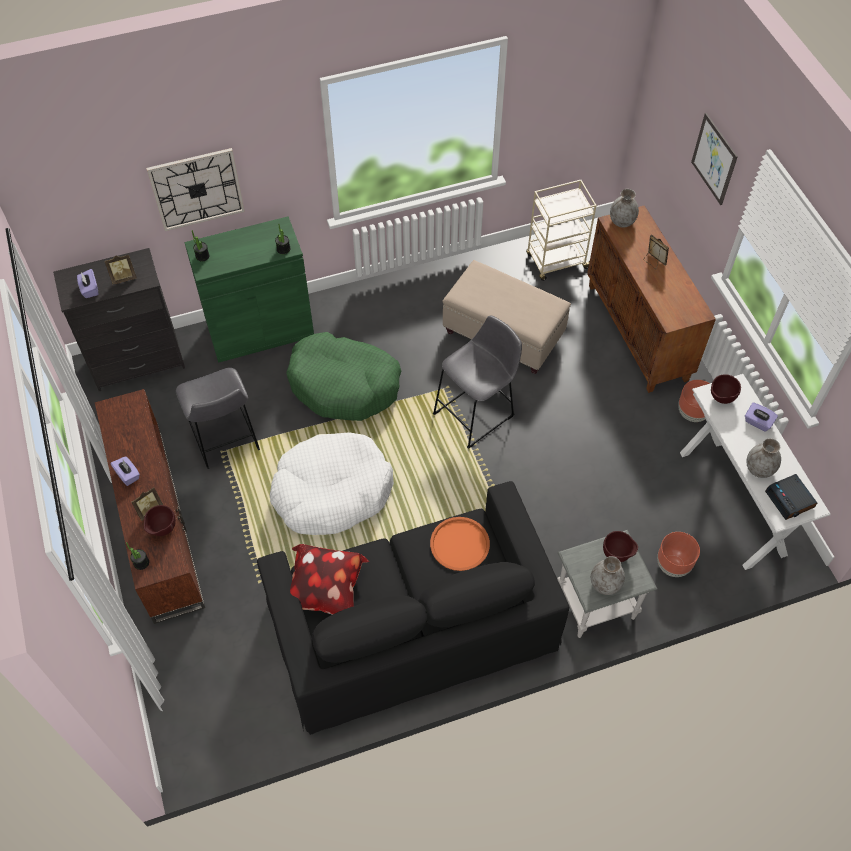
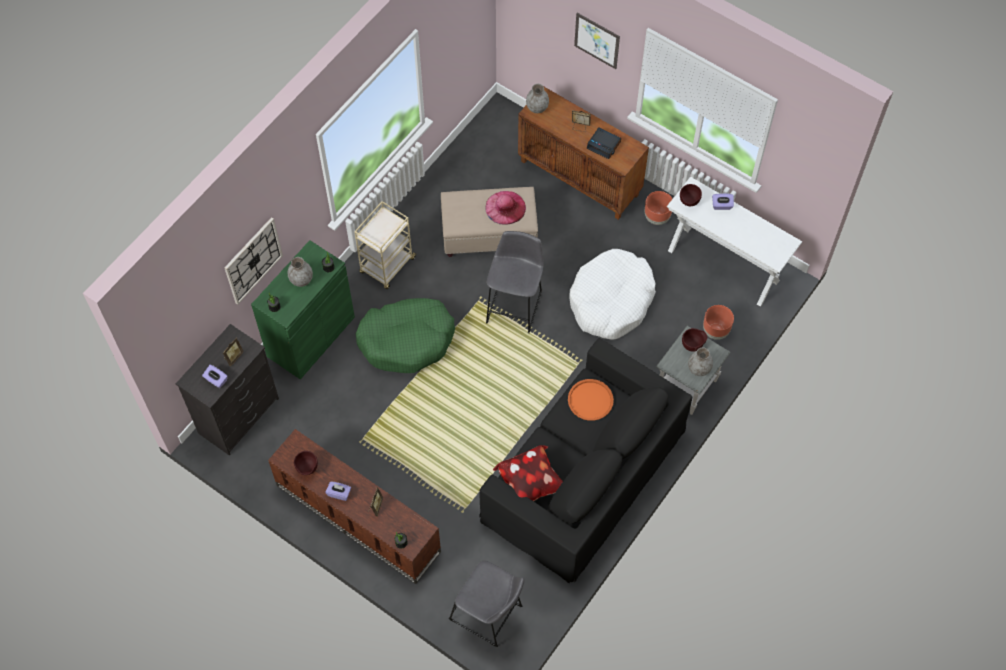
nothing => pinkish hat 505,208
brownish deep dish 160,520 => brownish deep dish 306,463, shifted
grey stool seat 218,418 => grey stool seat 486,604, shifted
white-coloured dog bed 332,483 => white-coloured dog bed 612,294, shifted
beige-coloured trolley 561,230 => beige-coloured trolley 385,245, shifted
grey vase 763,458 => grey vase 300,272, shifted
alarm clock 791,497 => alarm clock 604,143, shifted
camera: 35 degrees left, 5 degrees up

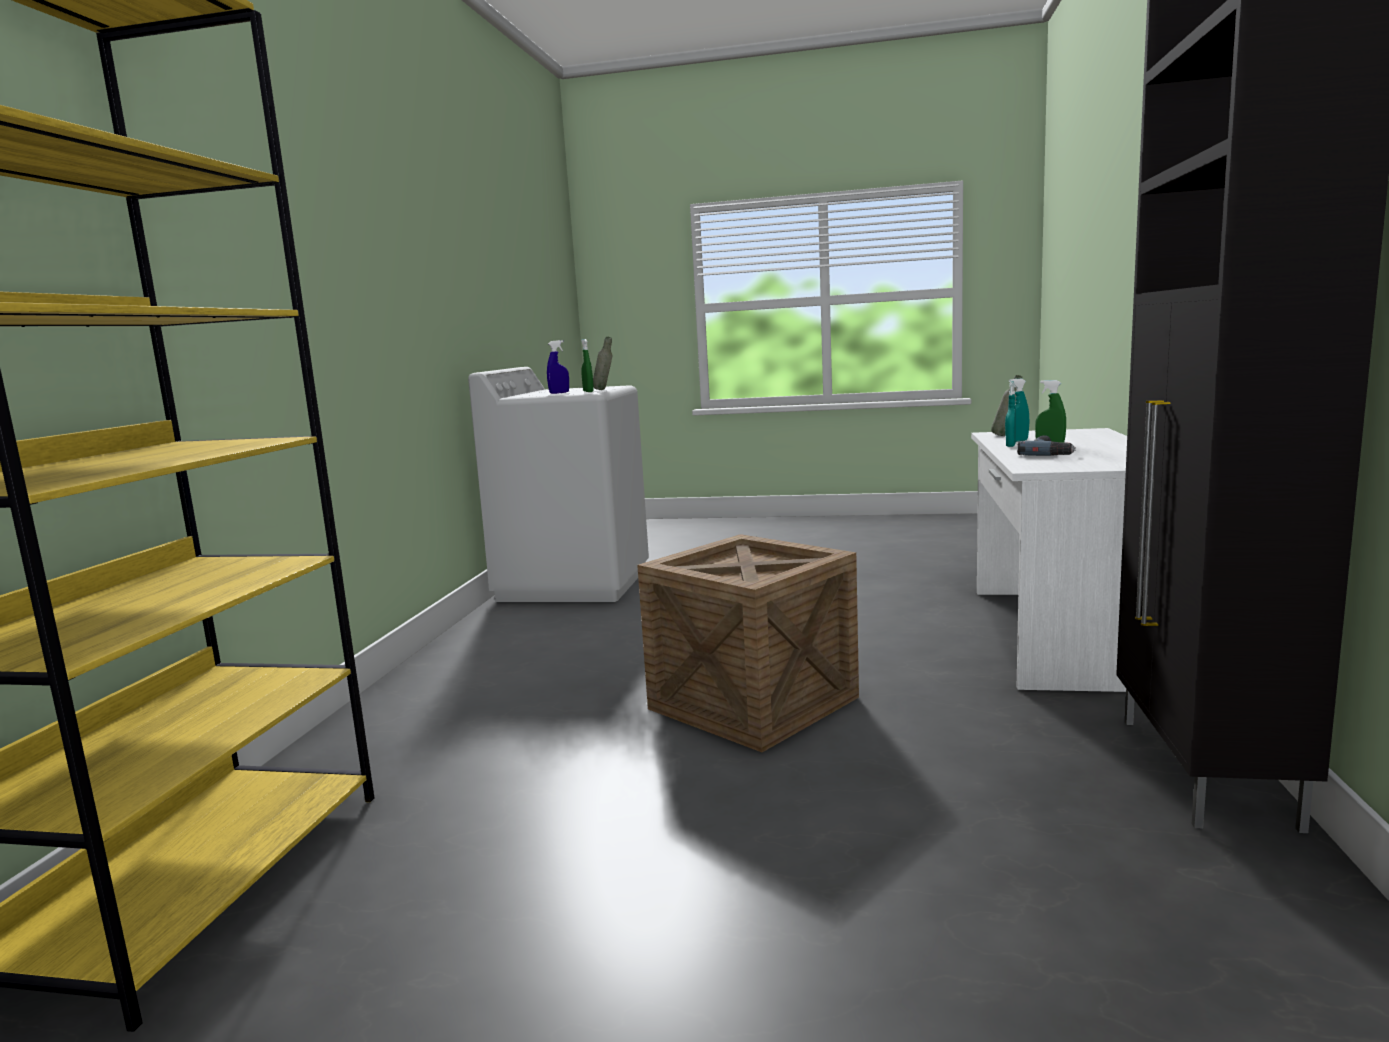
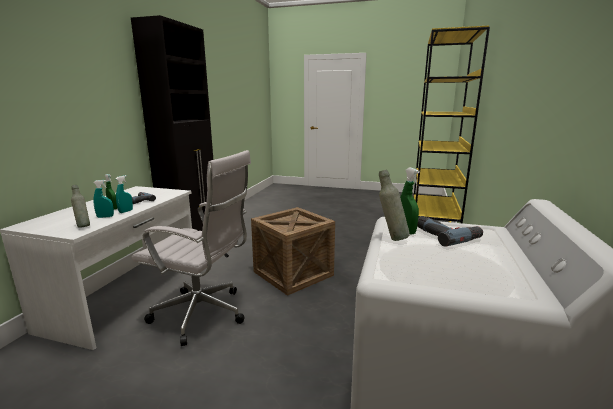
nothing => white-coloured desk chair 191,248
blue-coloured hand sprayer 558,367 => drill 450,231
camera: 175 degrees left, 5 degrees up

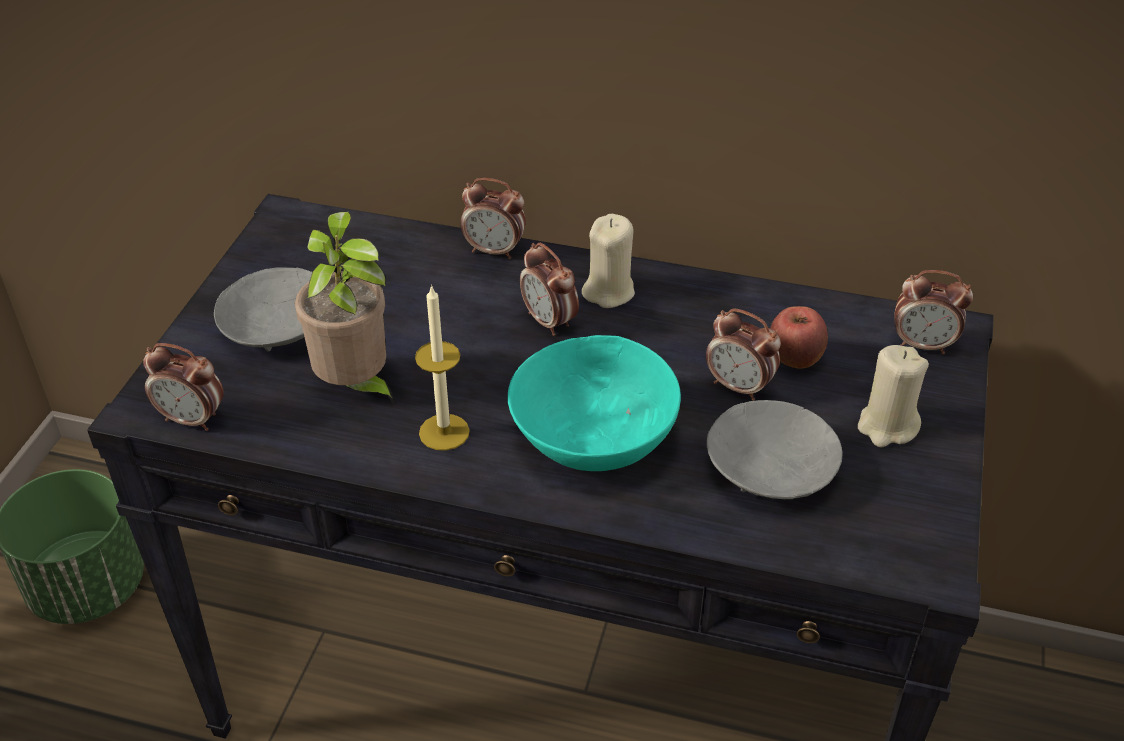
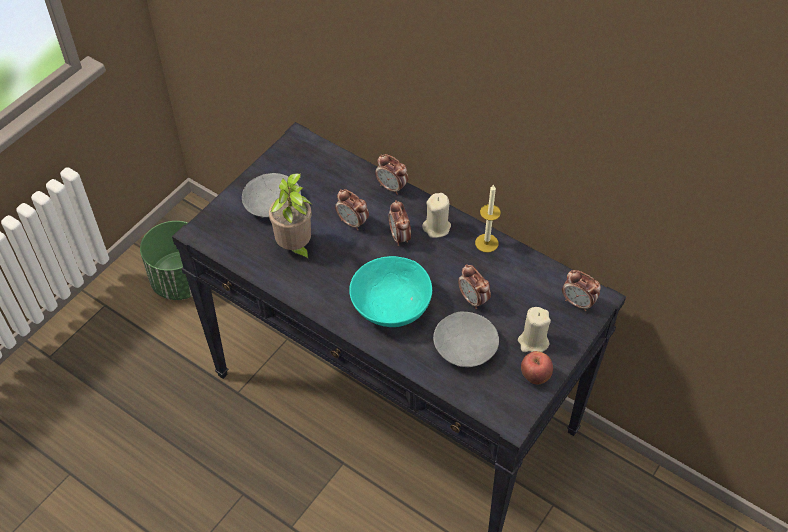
alarm clock 183,387 => alarm clock 352,209, shifted
wax candle 442,367 => wax candle 488,218, shifted
whole apple 799,337 => whole apple 537,367, shifted
camera: 20 degrees right, 10 degrees up

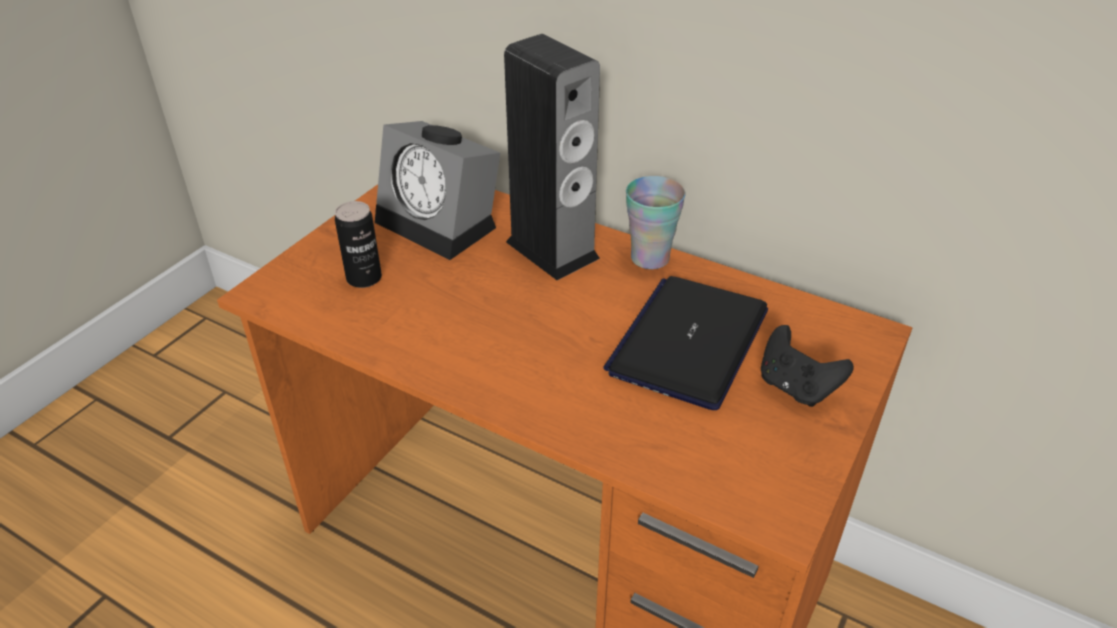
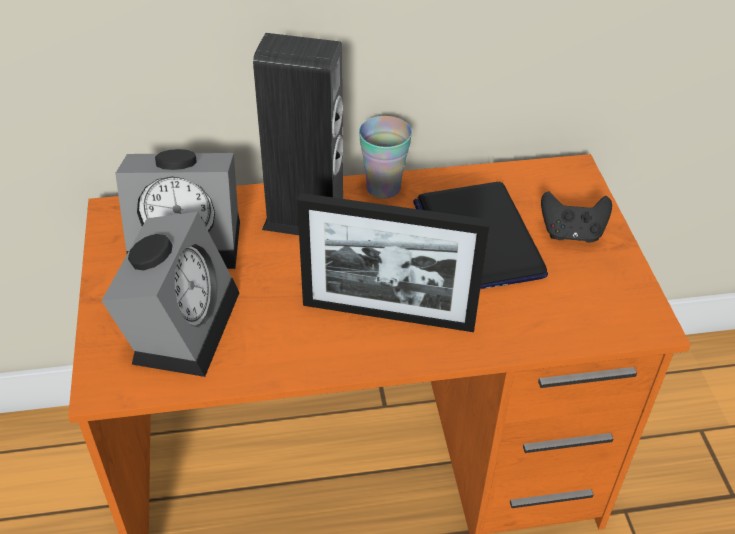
nothing => photo frame 393,262
can 358,244 => alarm clock 171,294
camera: 40 degrees left, 5 degrees up

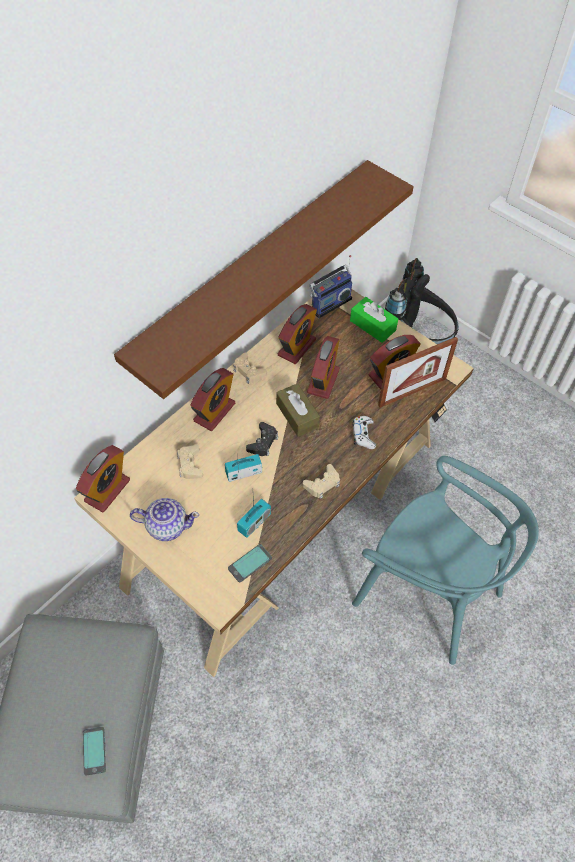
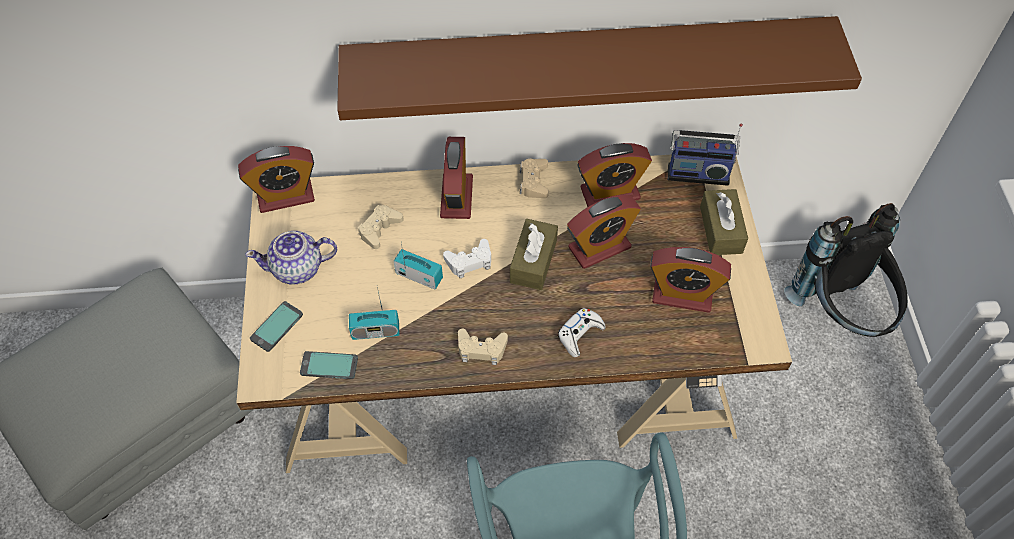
photo frame 418,372 => nothing
handset 94,751 => handset 276,326, shifted
blackish game controller 262,439 => white-coloured game controller 467,258
green box of tissues 374,320 => brownish box of tissues 724,222
teapot 164,519 => teapot 291,257, 120 degrees clockwise
alarm clock 212,399 => alarm clock 456,178, 105 degrees clockwise
camera: 45 degrees right, 0 degrees up

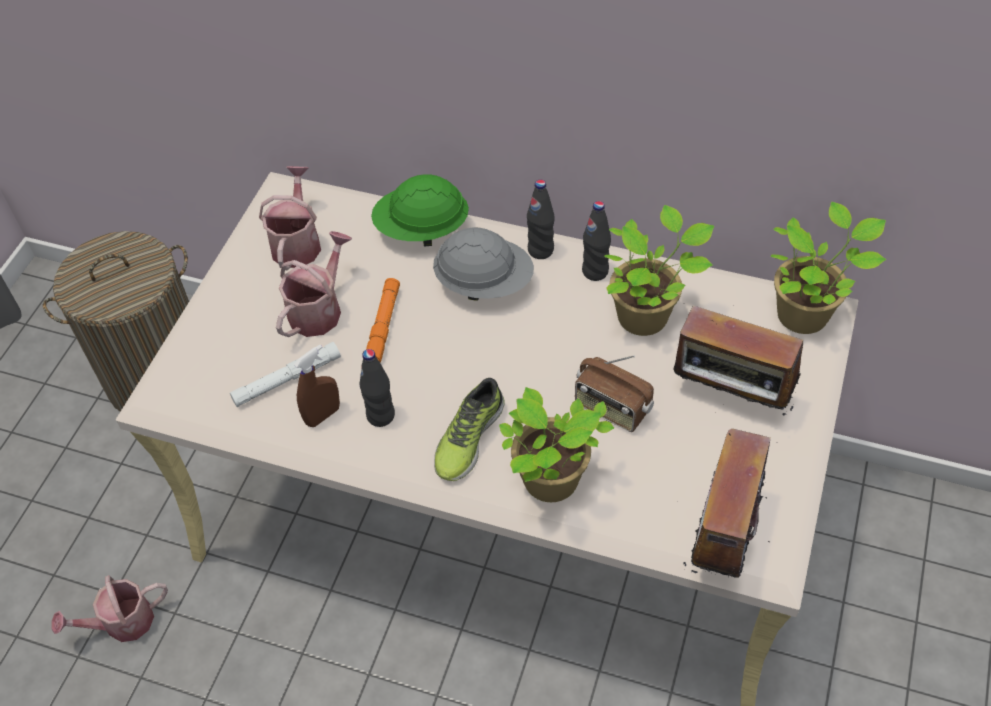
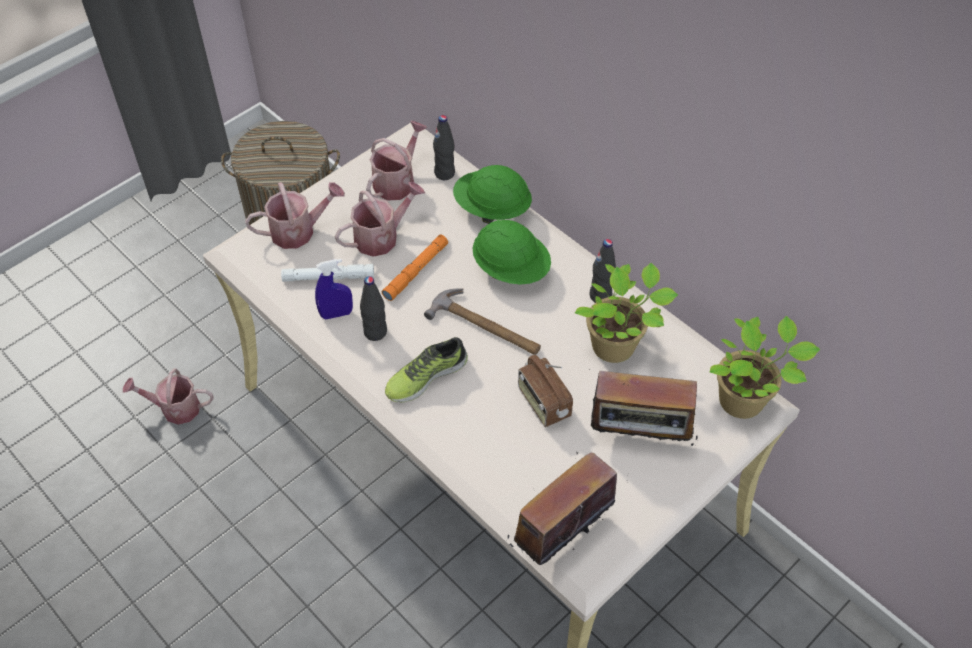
potted plant 556,444 => nothing
nothing => sprinkling can 295,215
nothing => hand hammer 482,321
blackish bottle 540,219 => blackish bottle 444,147, shifted
brownish hand sprayer 317,385 => blue-coloured hand sprayer 334,289
grey safety helmet 483,264 => green safety helmet 512,252
radio 738,361 => radio 644,408, 45 degrees counterclockwise
camera: 25 degrees right, 0 degrees up

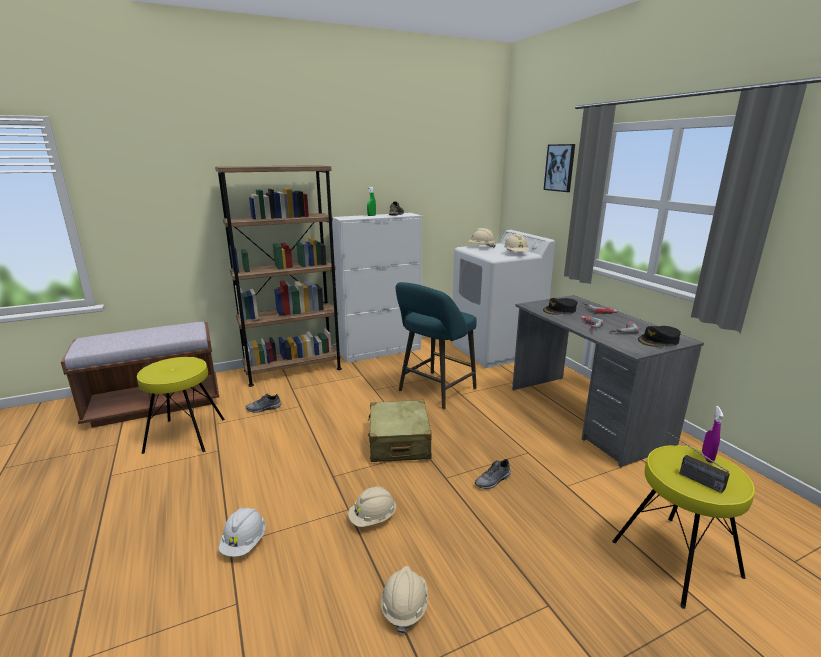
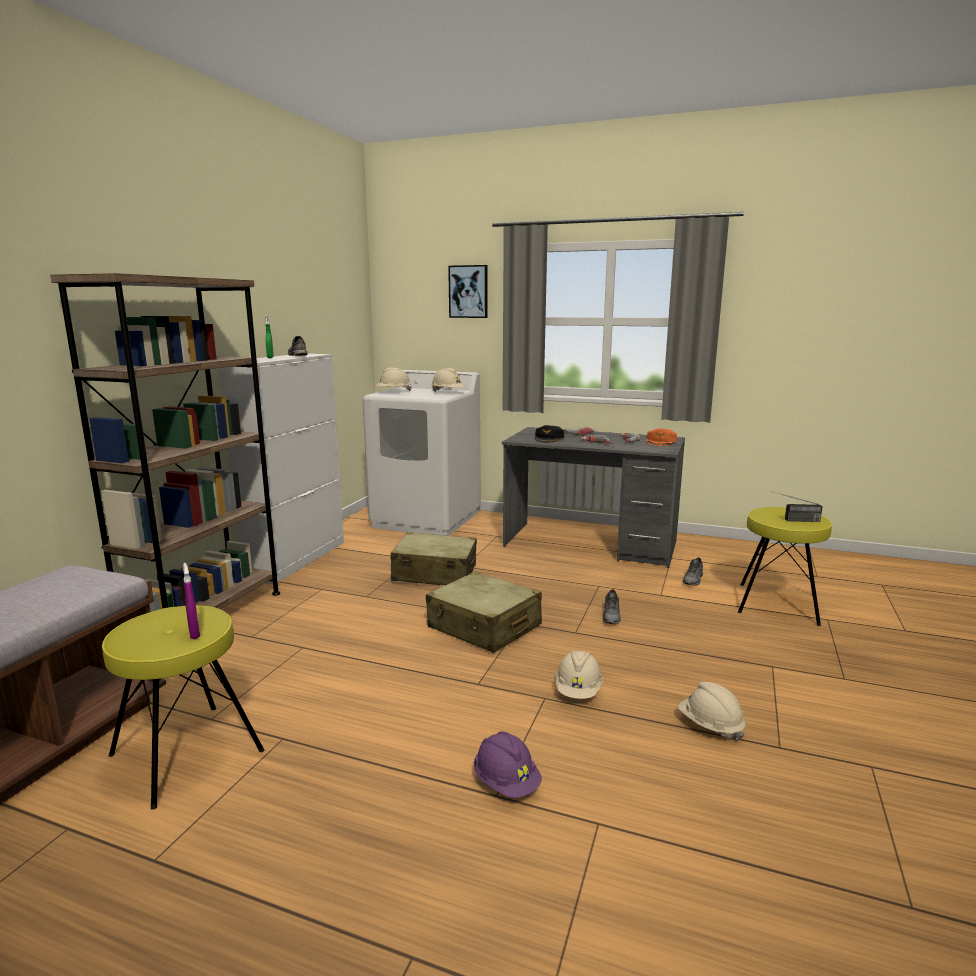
grey low shoe 264,403 => grey low shoe 693,572, shifted
purple-coloured hand sprayer 713,434 => purple-coloured hand sprayer 191,601, shifted
blue-green stool seat 436,345 => beige-coloured suitcase 434,558
white-coloured safety helmet 242,532 => purple-coloured safety helmet 508,764
blackish cap 659,336 => orange-coloured cap 661,437
camera: 45 degrees left, 5 degrees down

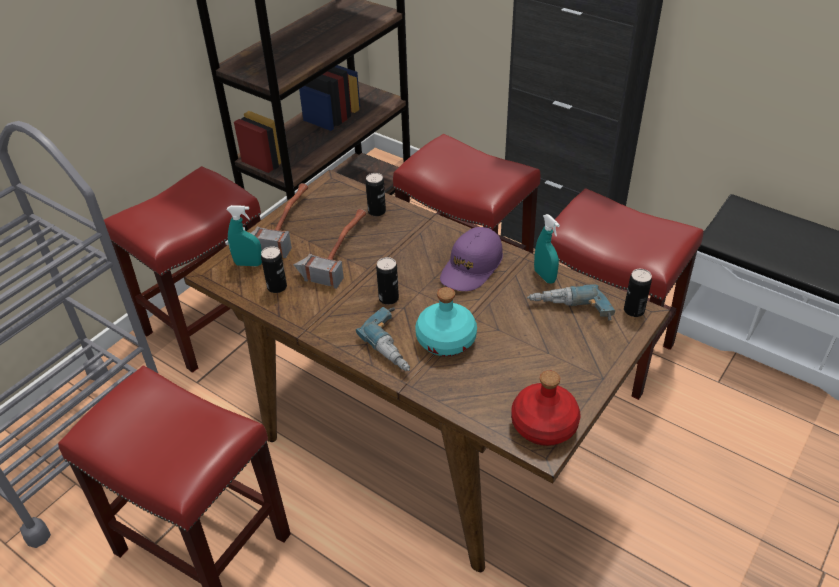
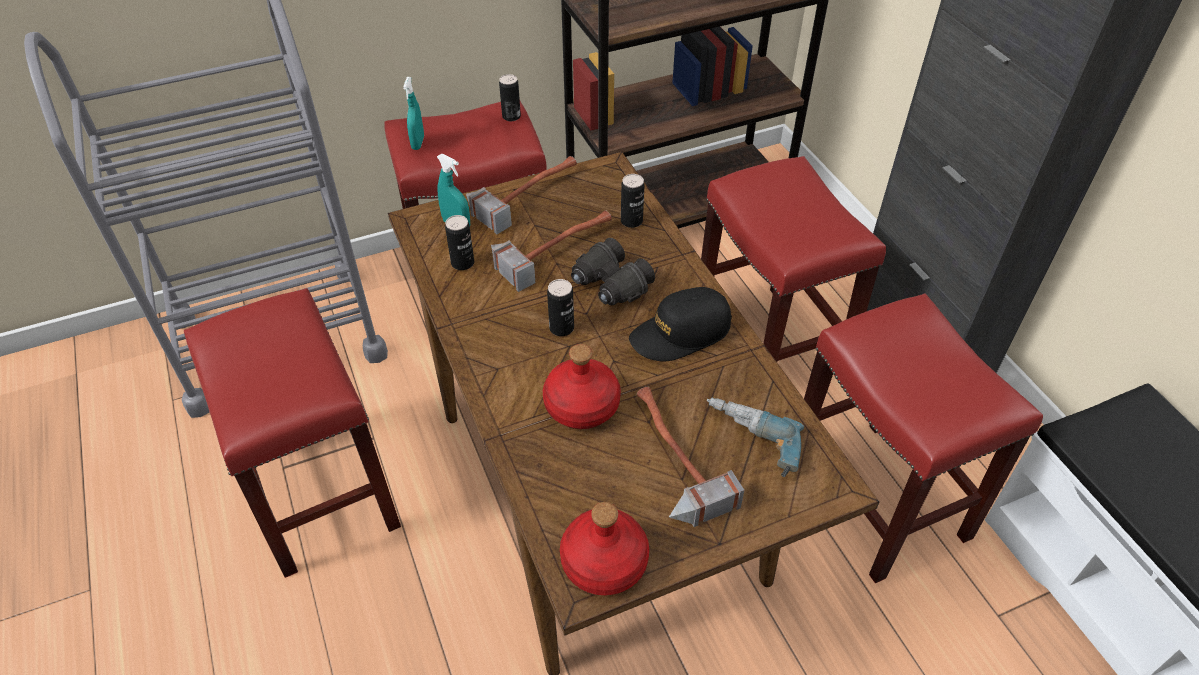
drill 383,339 => nothing
nothing => blackish pair of binoculars 613,271
nothing => hand hammer 690,457
blue-green hand sprayer 547,249 => blue-green hand sprayer 413,113, shifted
can 638,293 => can 510,97, shifted
blue-green bottle 446,321 => red-coloured bottle 582,386
purple-coloured cap 471,259 => blackish cap 680,324
camera: 30 degrees right, 5 degrees up

